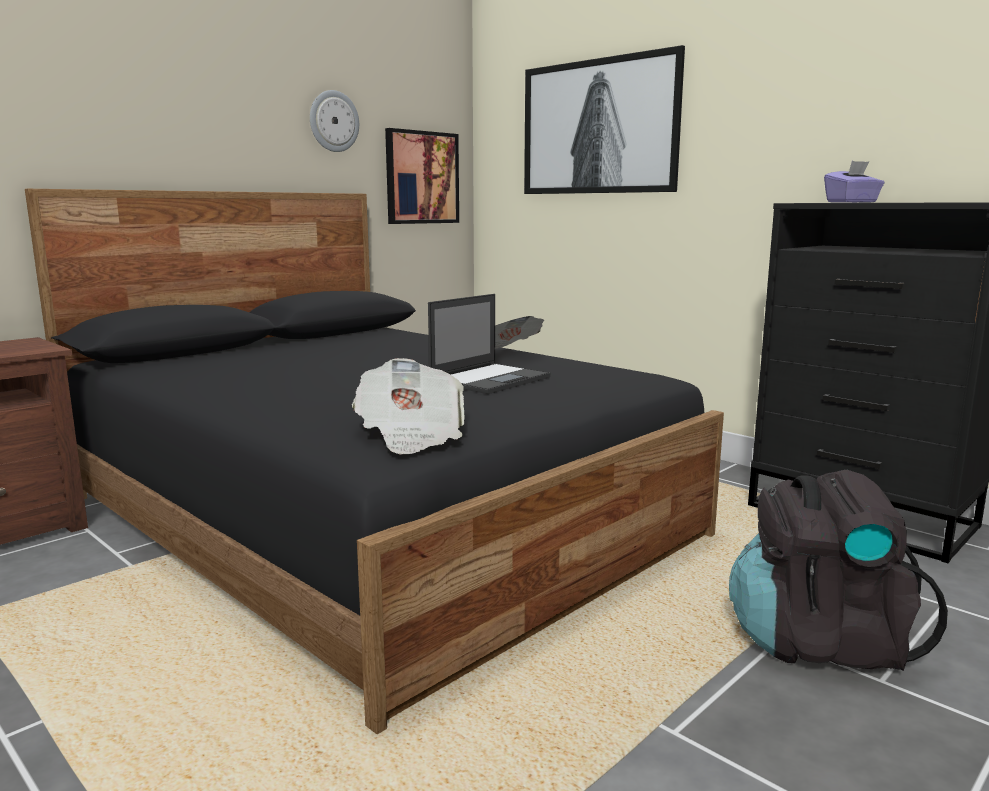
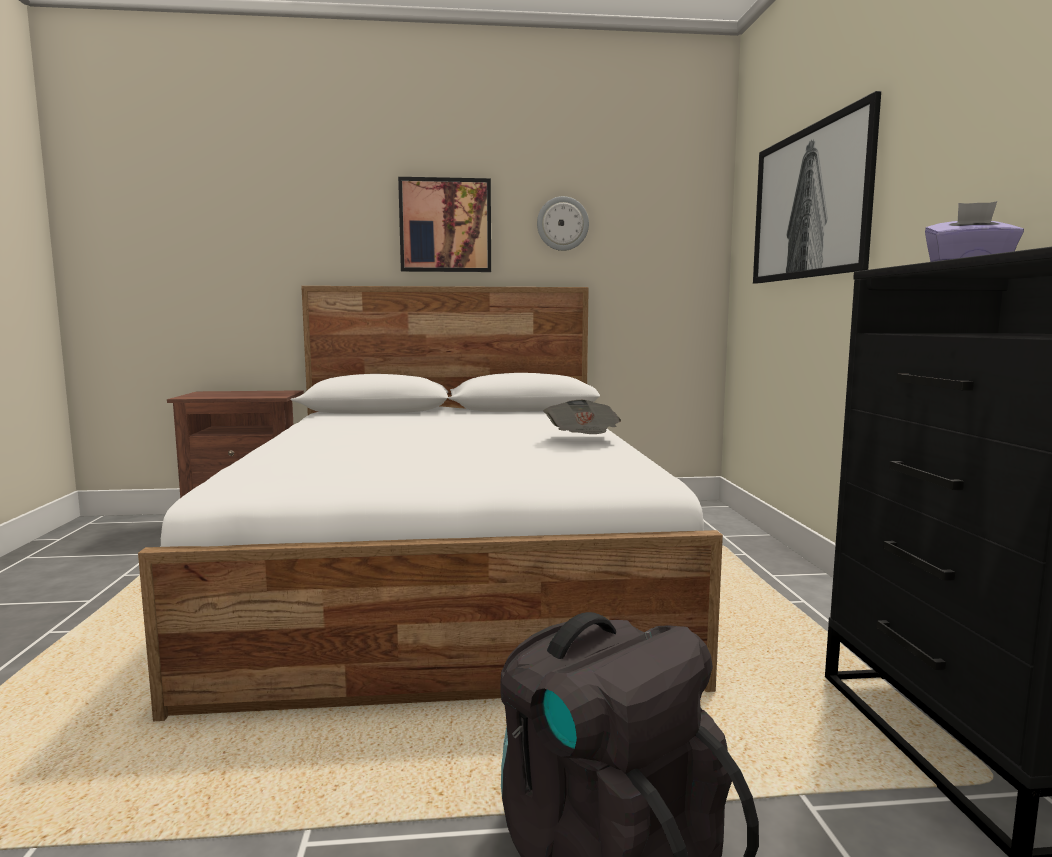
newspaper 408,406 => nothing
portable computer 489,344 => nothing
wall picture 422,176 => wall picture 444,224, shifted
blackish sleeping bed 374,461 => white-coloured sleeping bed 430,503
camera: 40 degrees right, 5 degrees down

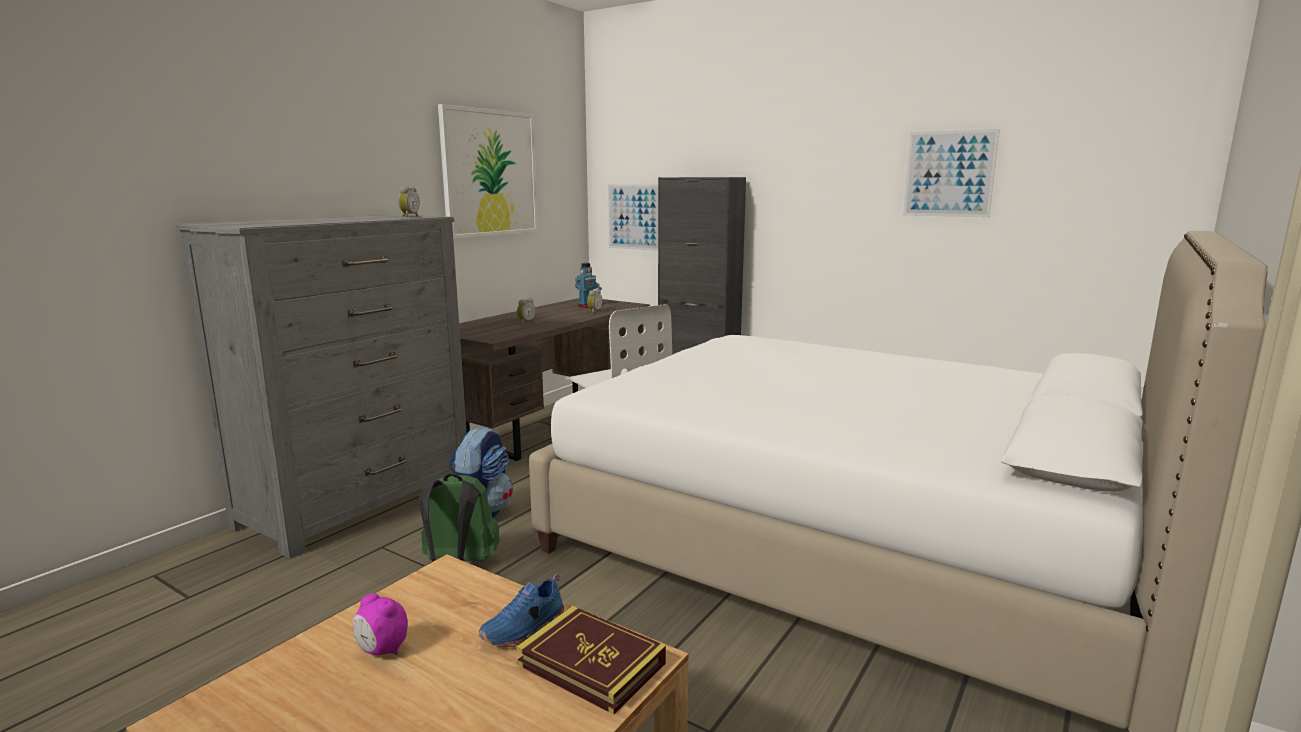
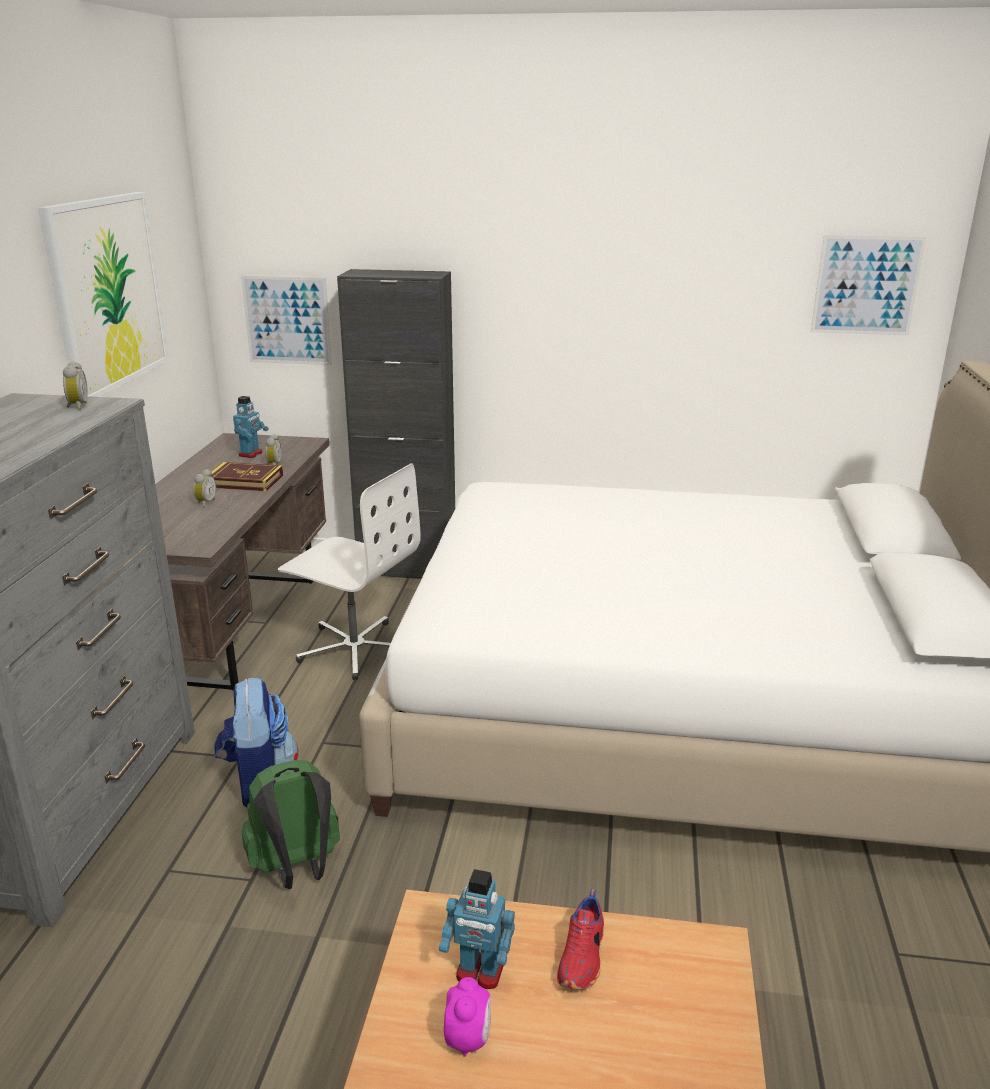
nothing => model robot 477,929
bound book 591,660 => bound book 247,476, shifted
wall picture 951,173 => wall picture 868,285, shifted
blue-coloured low shoe 521,610 => red-coloured low shoe 580,938
alarm clock 380,624 => alarm clock 467,1017, 90 degrees counterclockwise
camera: 25 degrees left, 10 degrees up

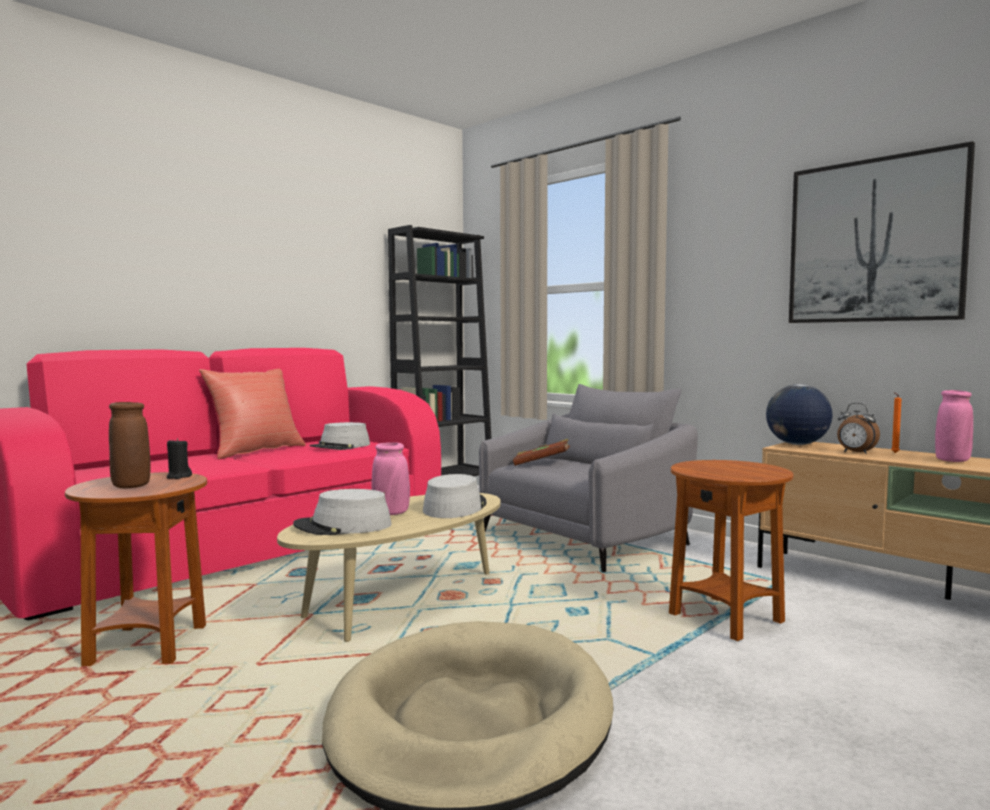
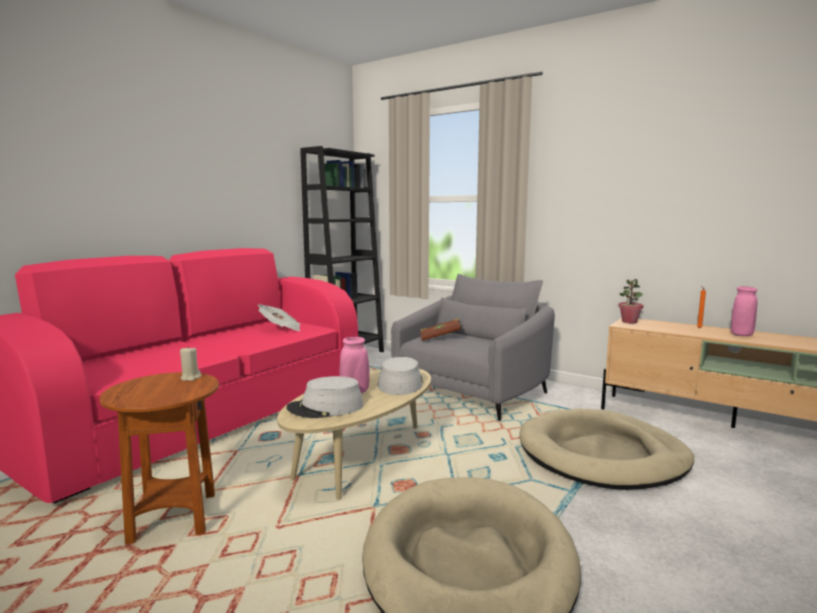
brownish vase 130,445 => nothing
red-coloured pillow 252,414 => nothing
wall picture 882,232 => nothing
alarm clock 858,428 => nothing
grey hat 340,436 => newspaper 279,317
brownish side table 731,550 => beige-coloured dog bed 607,449
globe 799,414 => potted plant 630,301
blackish wax candle 179,458 => beige-coloured wax candle 190,363
camera: 10 degrees left, 5 degrees up

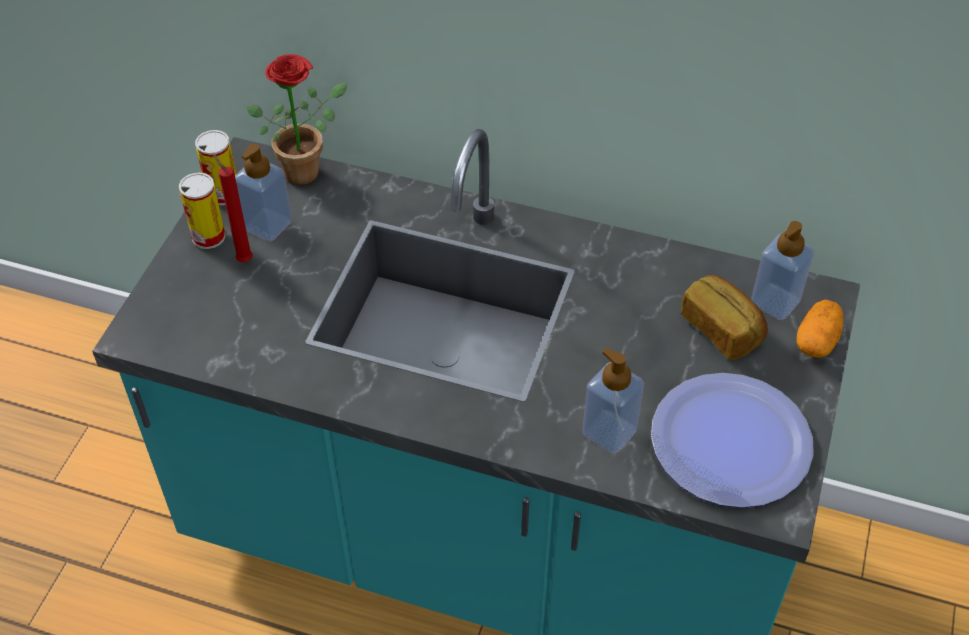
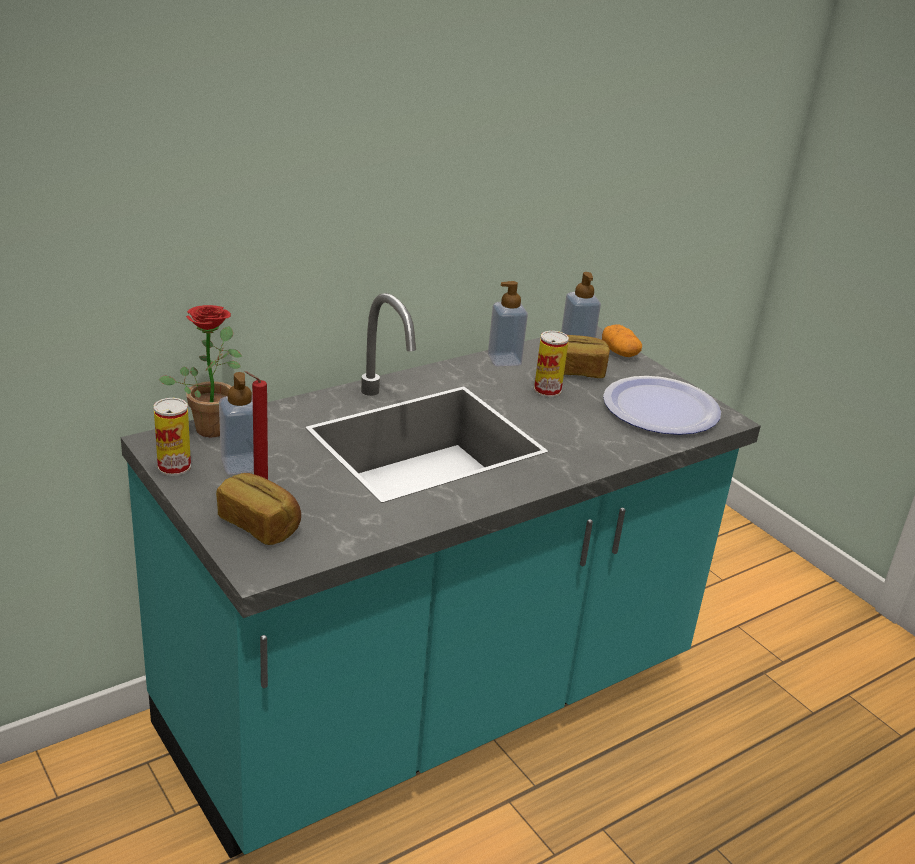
nothing => bakery bread 258,509
can 202,210 => can 551,364, shifted
soap bottle 613,401 => soap bottle 508,323, shifted
camera: 55 degrees left, 20 degrees down

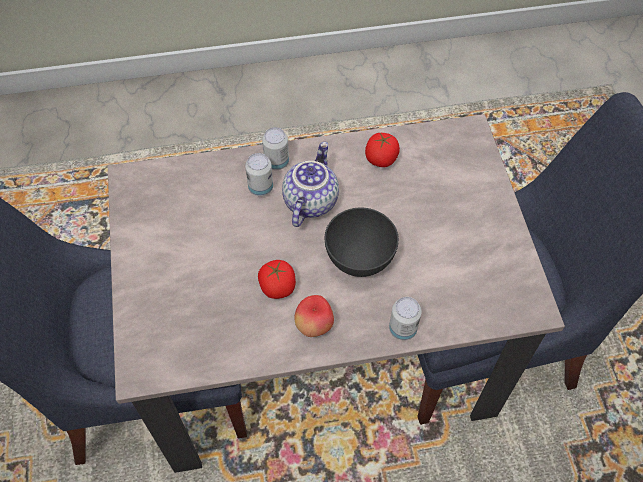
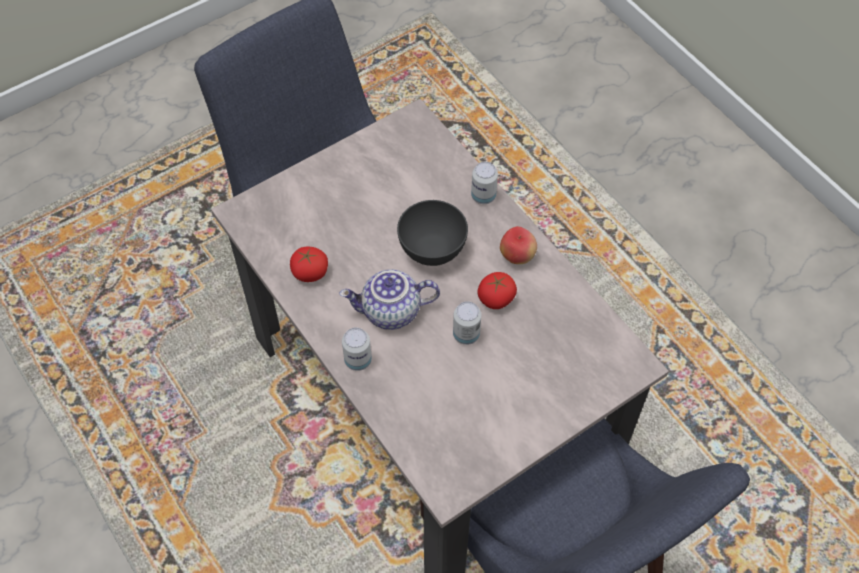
can 259,174 => can 467,323, shifted
camera: 115 degrees left, 0 degrees up

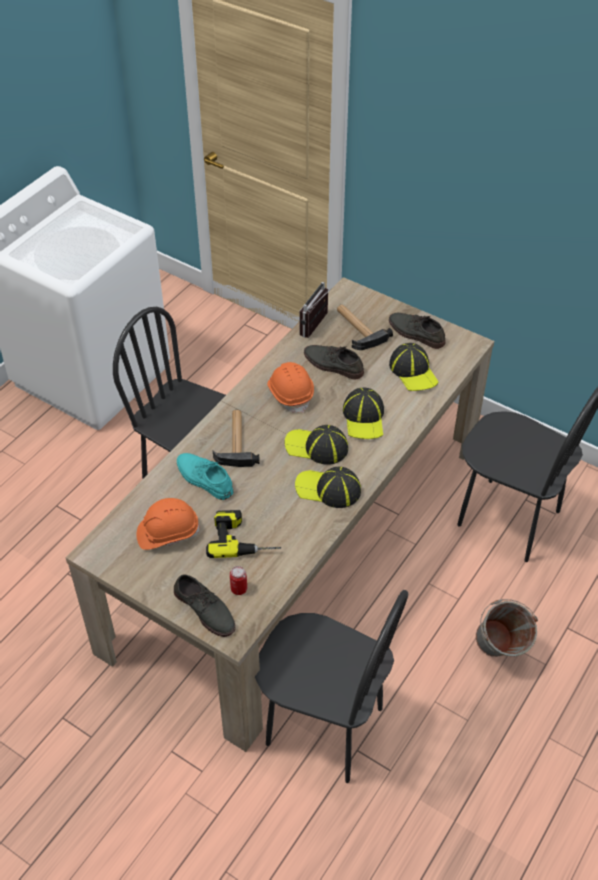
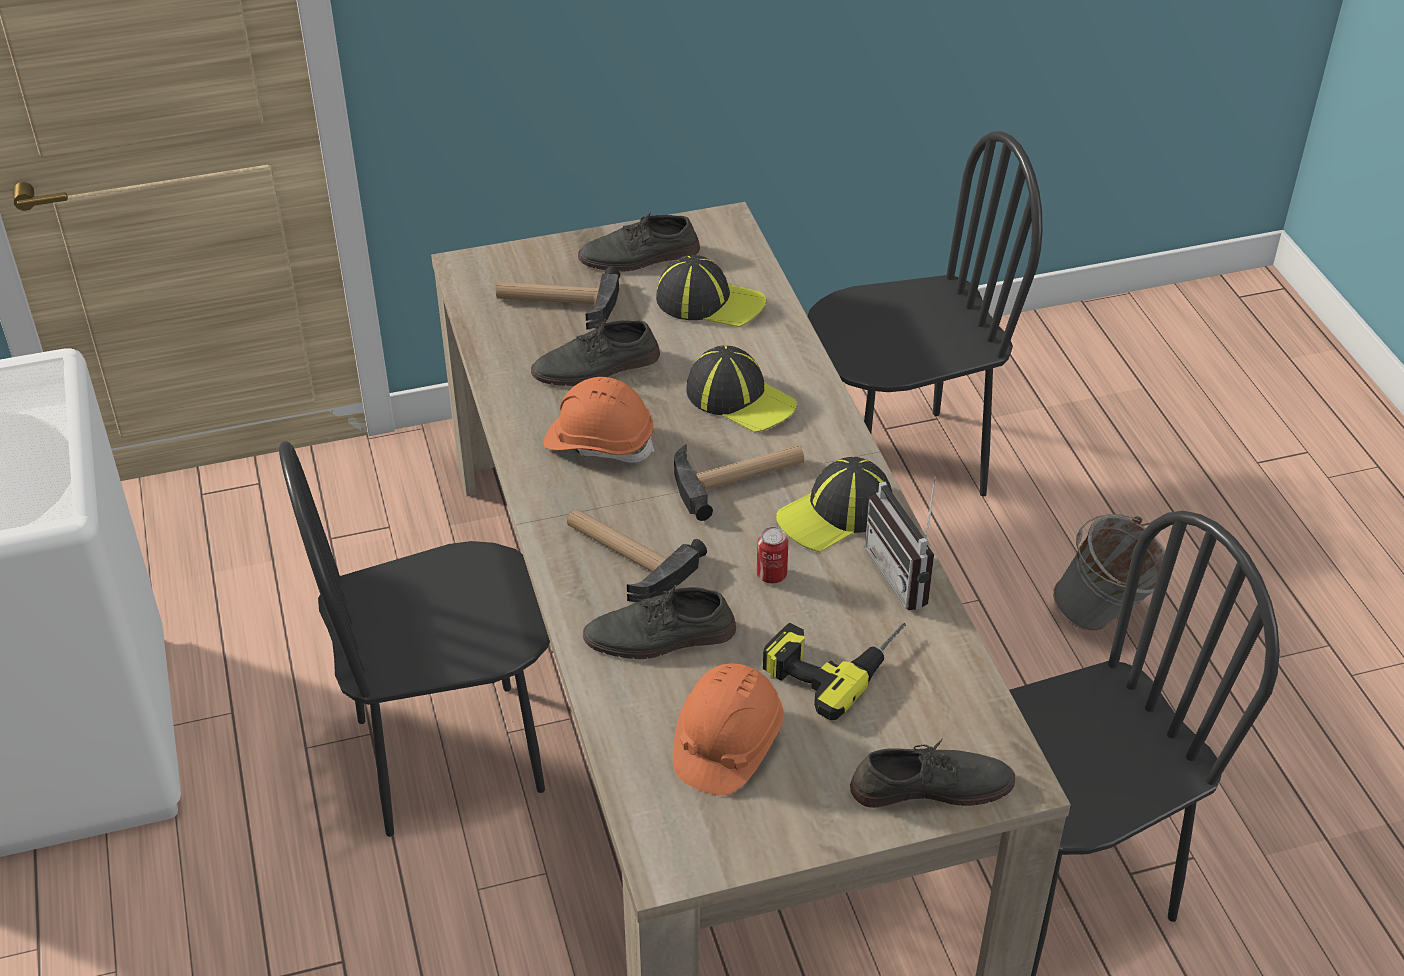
can 238,580 => can 772,555, shifted
radio 315,310 => radio 900,543, shifted
cap 316,445 => hand hammer 739,482
blue-green low shoe 205,476 => grey low shoe 659,621
camera: 50 degrees left, 5 degrees down

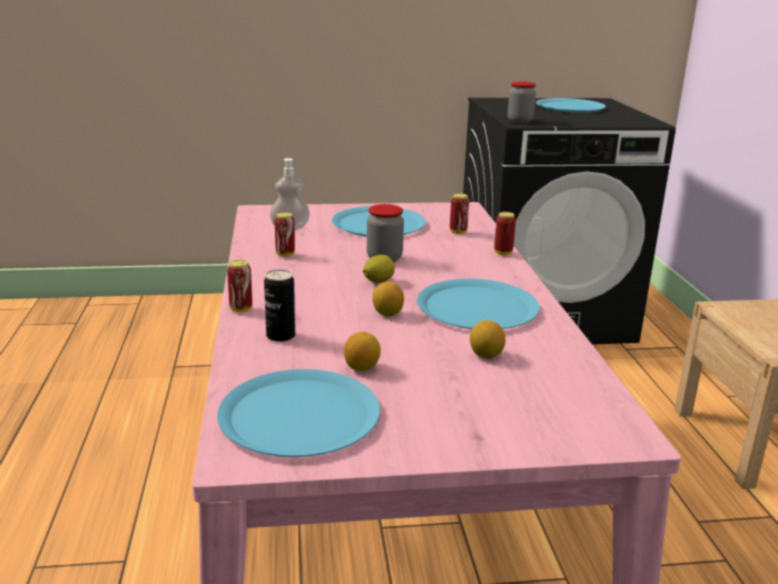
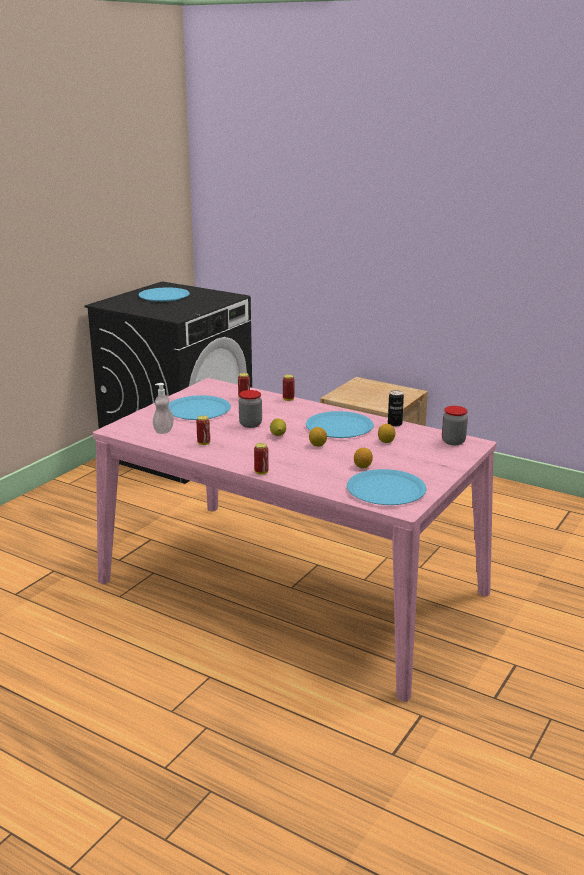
can 279,305 => can 396,408, shifted
preserve jar 522,102 => preserve jar 455,425, shifted
camera: 50 degrees left, 0 degrees up

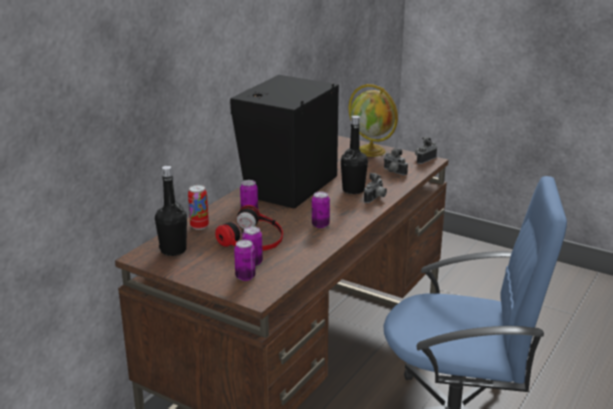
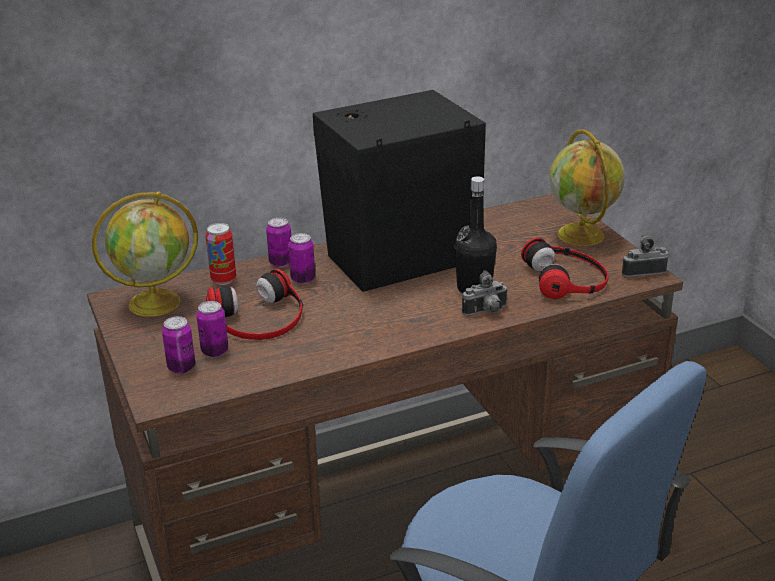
can 321,210 => can 278,242, shifted
blackish bottle 171,211 => globe 145,254
still camera 396,162 => headset 565,268
camera: 35 degrees right, 5 degrees up

